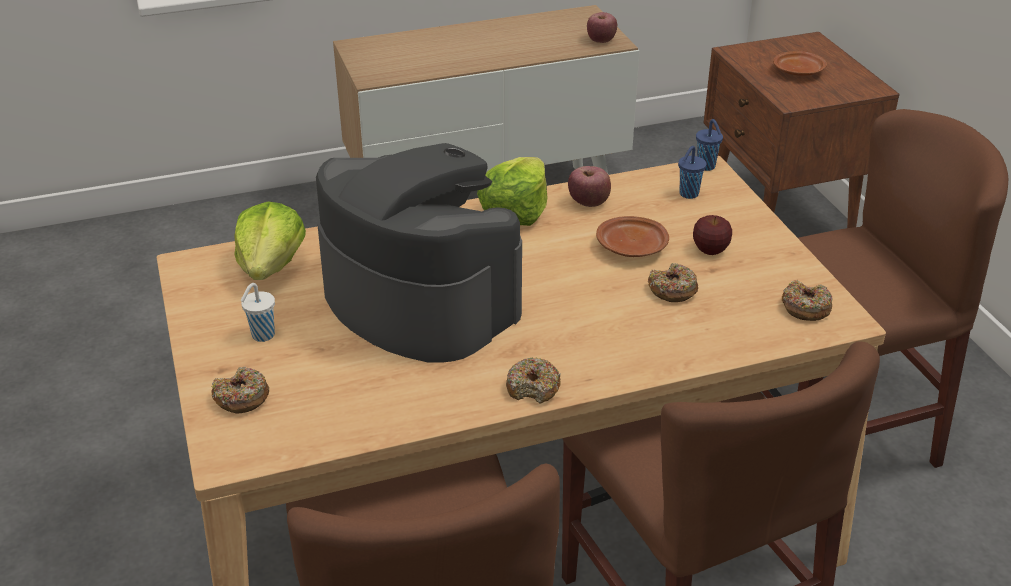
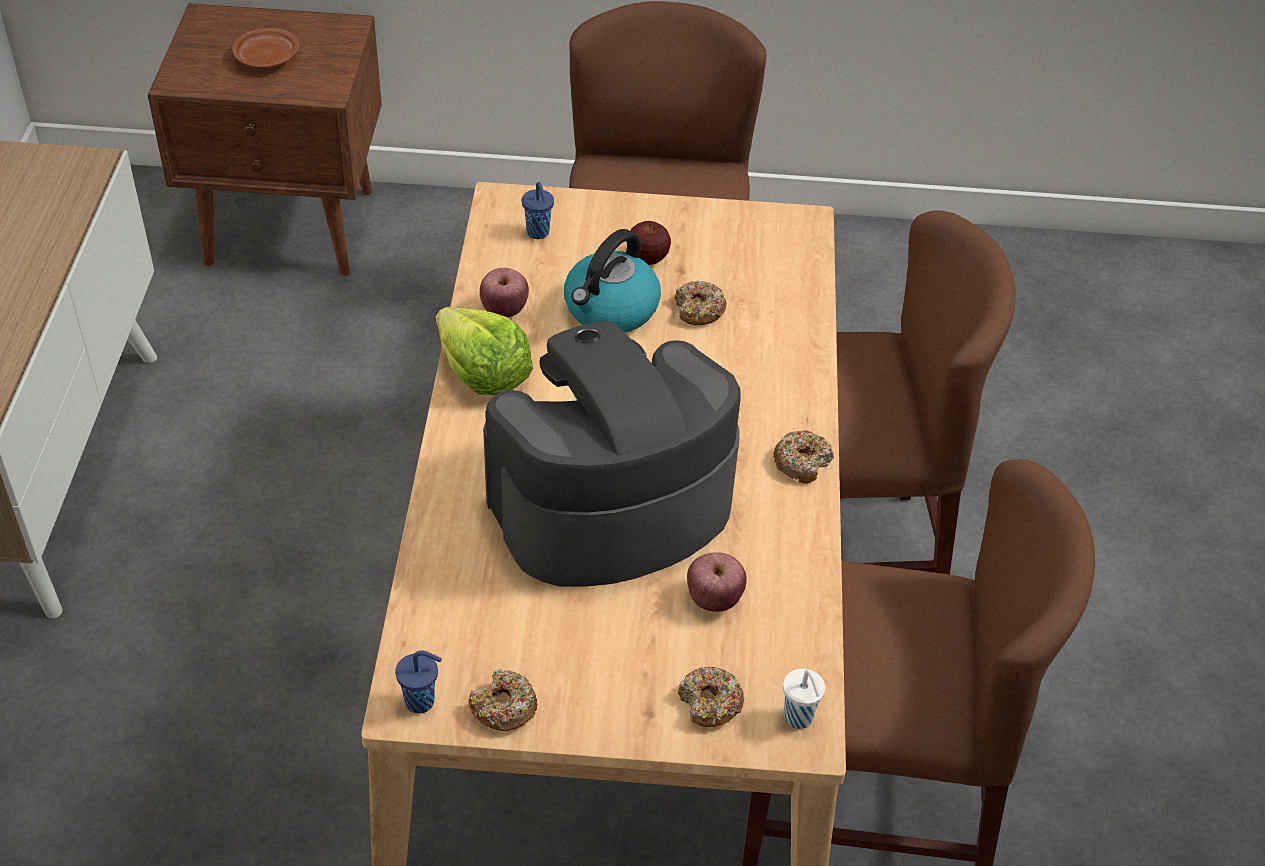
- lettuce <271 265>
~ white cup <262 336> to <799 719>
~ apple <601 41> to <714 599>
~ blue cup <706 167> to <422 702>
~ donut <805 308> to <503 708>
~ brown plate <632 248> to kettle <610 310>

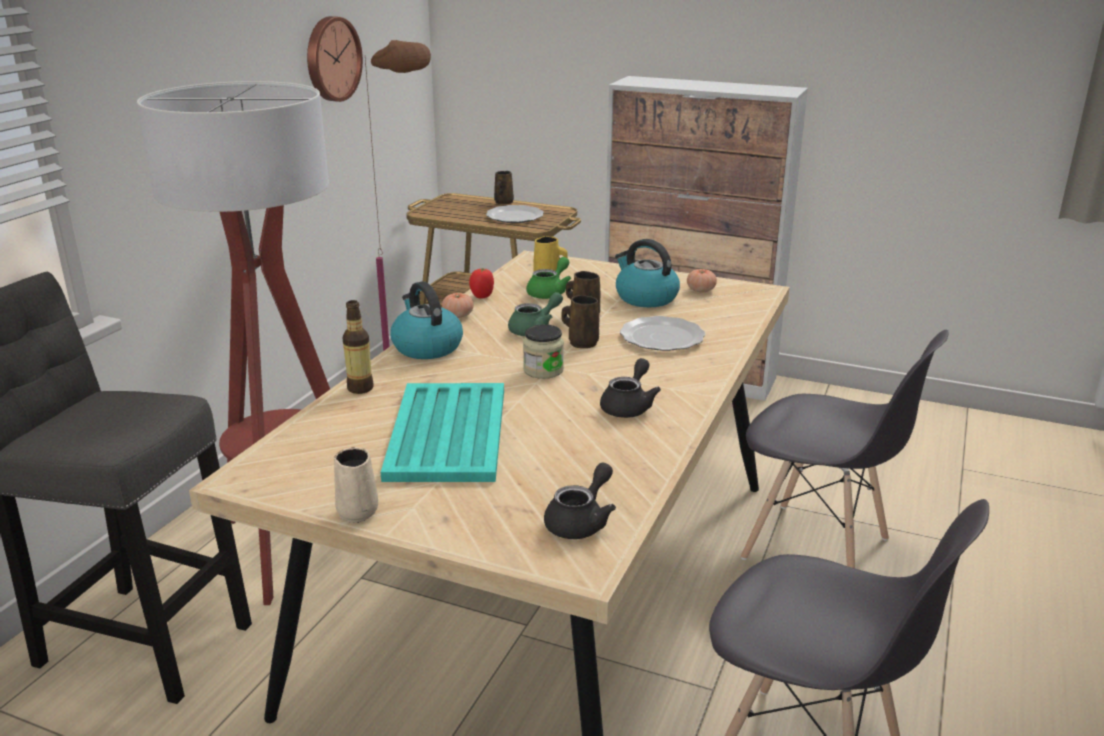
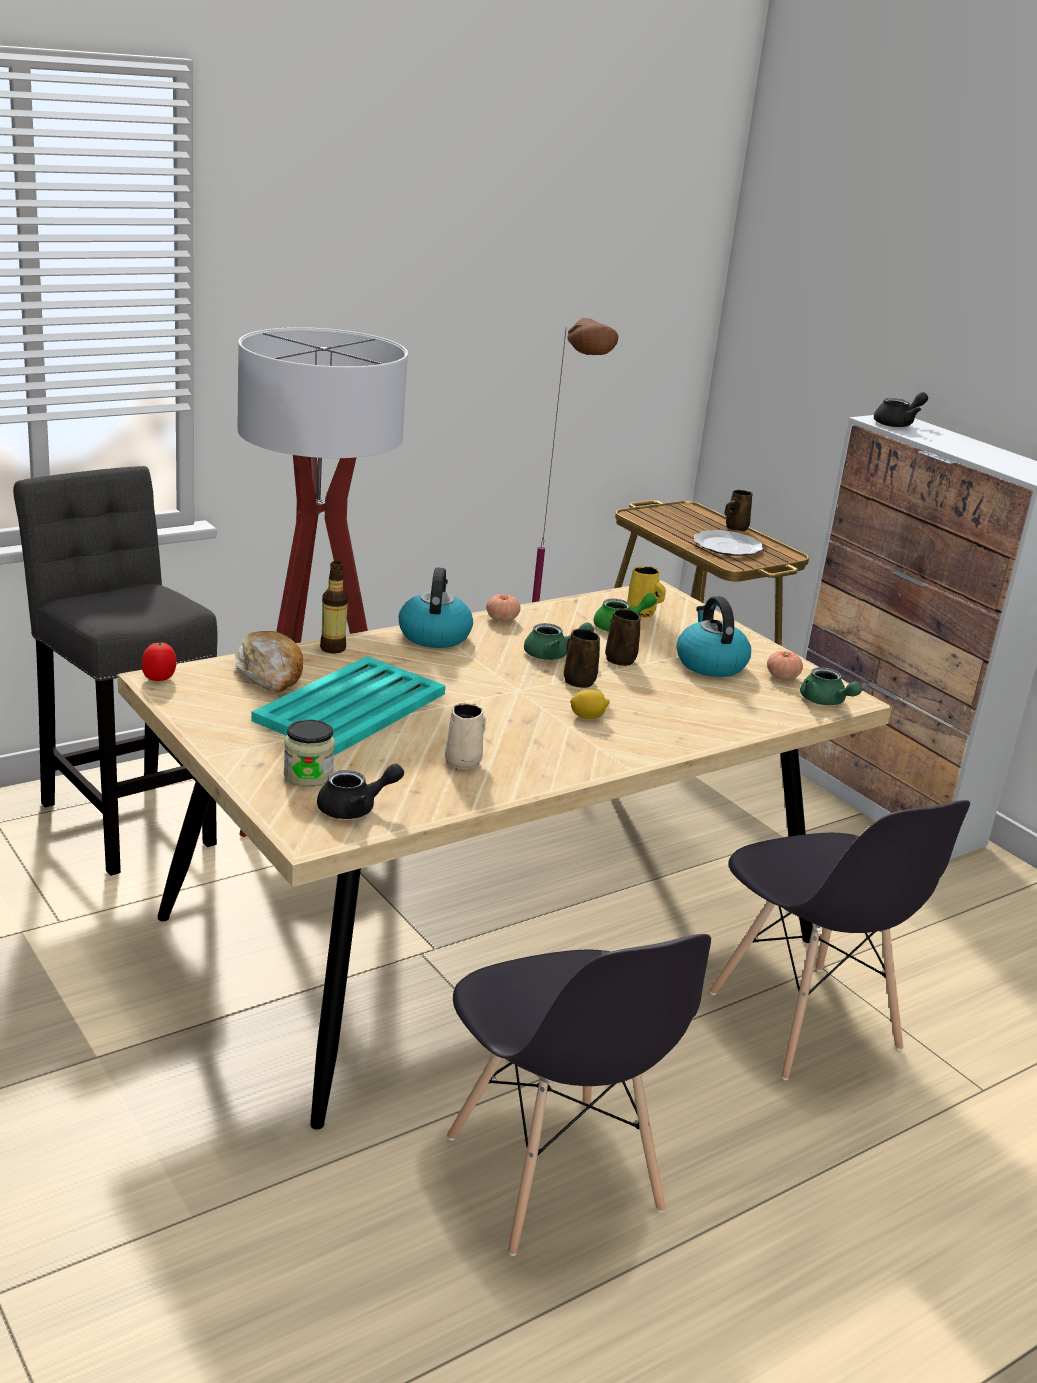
- wall clock <331 59>
- plate <662 337>
+ bread <270 673>
+ lemon <587 717>
+ green teapot <825 702>
~ beige mug <358 511> to <464 761>
~ tomato <482 296> to <159 678>
~ jar <543 370> to <308 775>
~ black teapot <629 406> to <898 424>

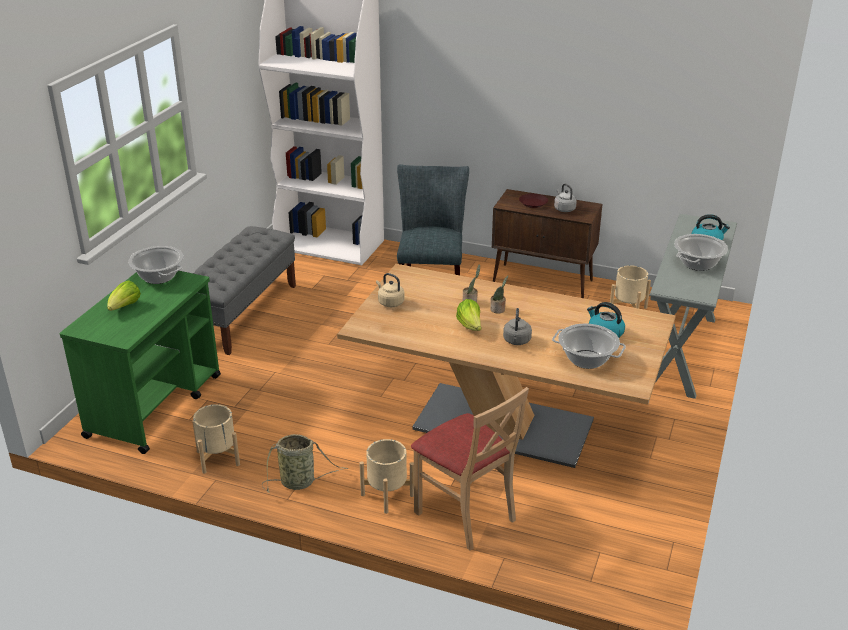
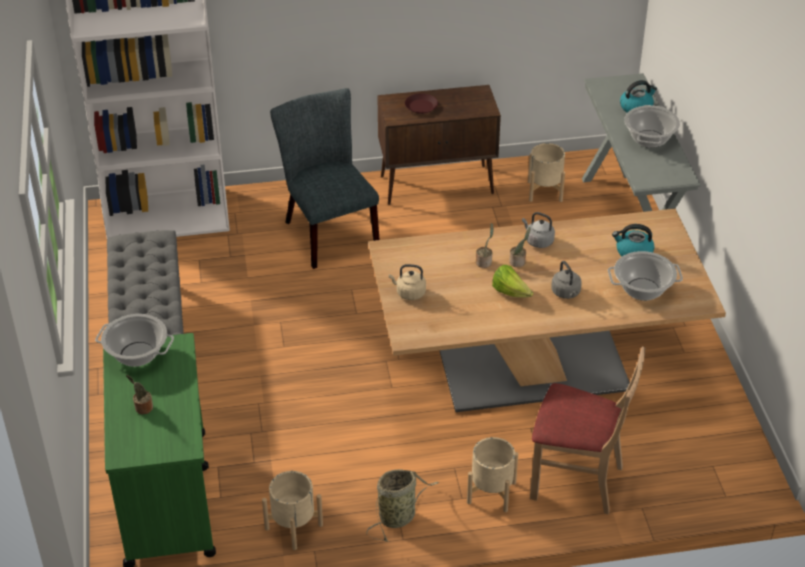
~ grey kettle <564 209> to <538 241>
~ lettuce <125 307> to potted plant <142 408>

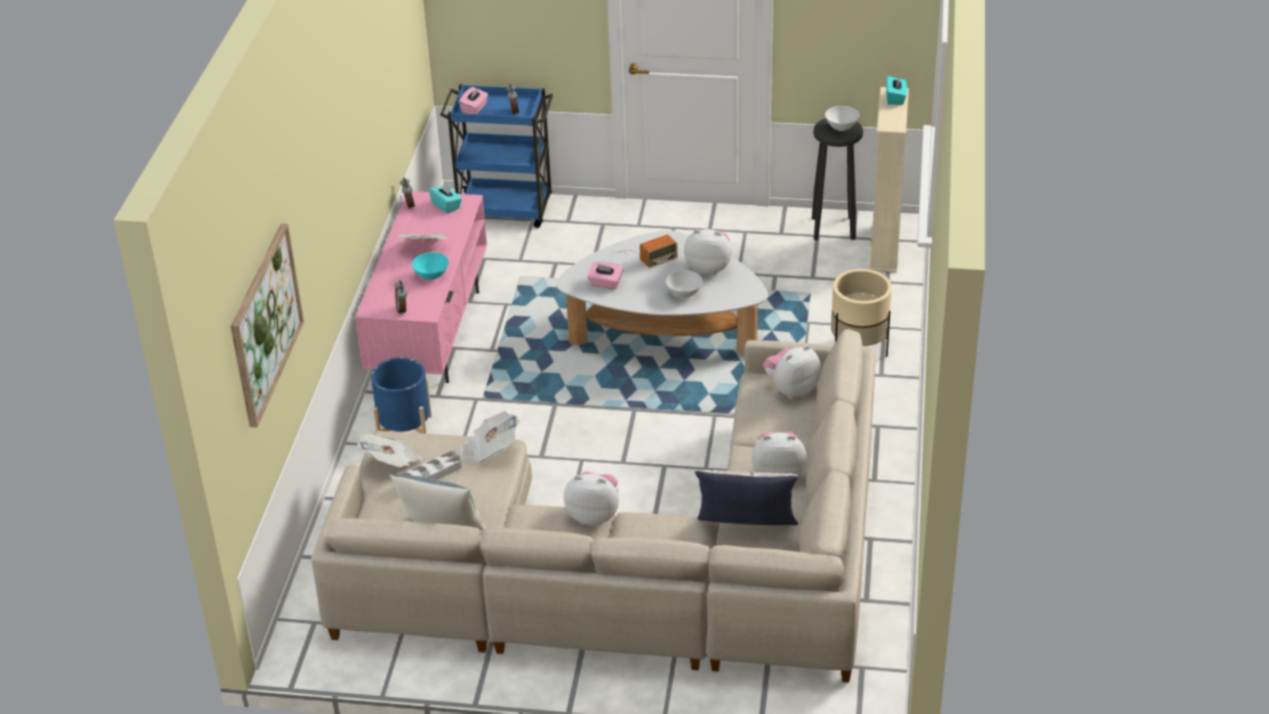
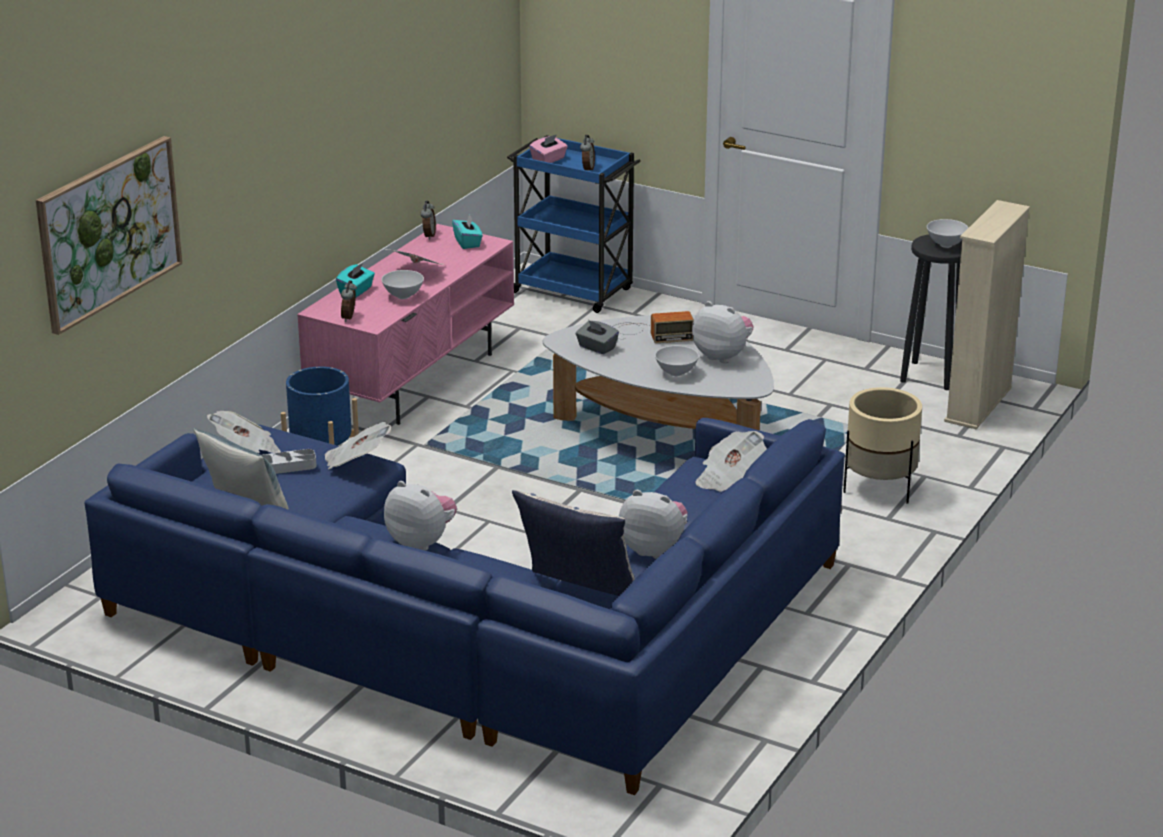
~ turquoise tissue box <895 98> to <356 291>
~ plush toy <791 389> to newspaper <730 479>
~ beige sofa <633 566> to blue sofa <471 627>
~ turquoise bowl <431 276> to white bowl <402 296>
~ pink tissue box <605 284> to grey tissue box <596 348>

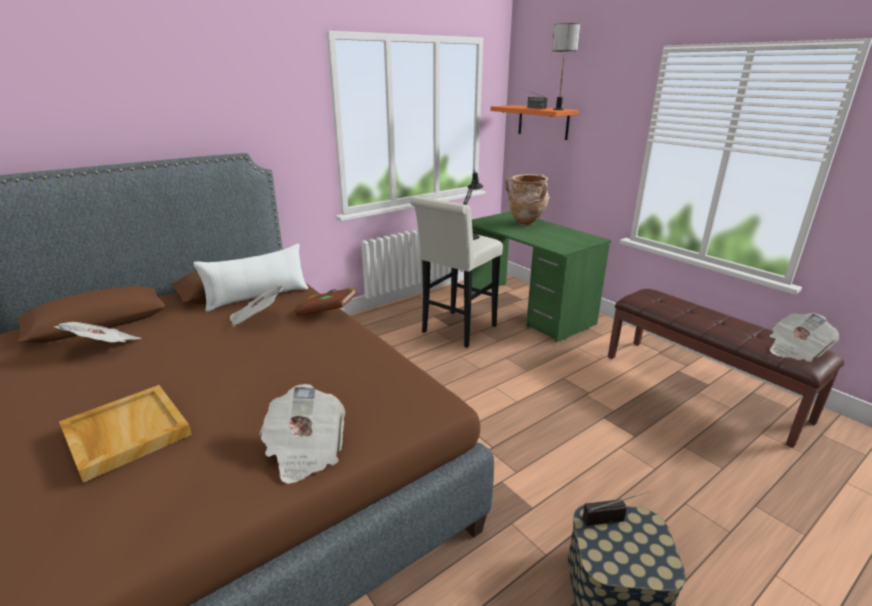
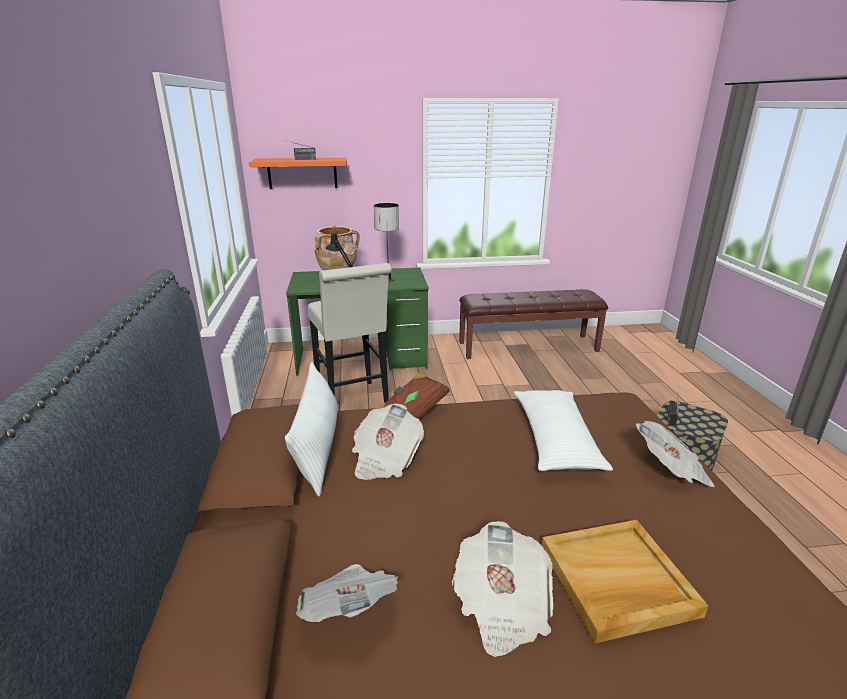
+ white pillow <555 440>
~ table lamp <558 109> to <388 280>
~ newspaper <795 350> to <501 607>

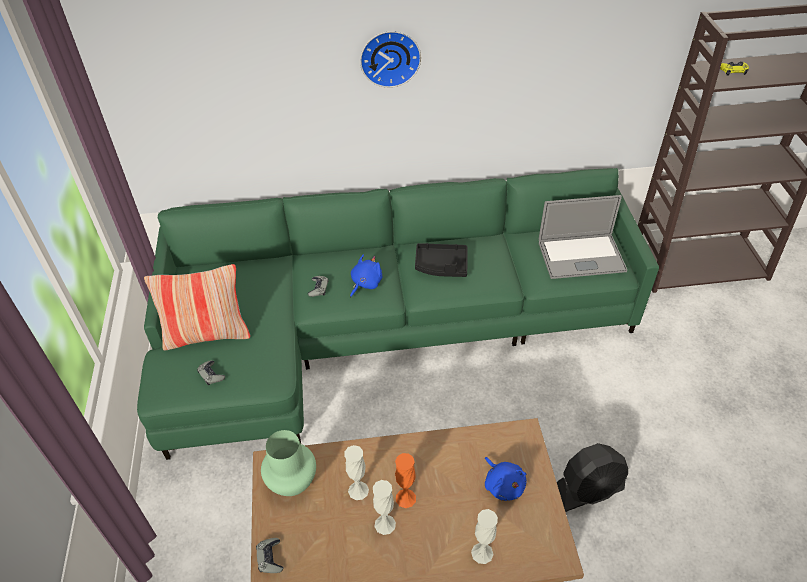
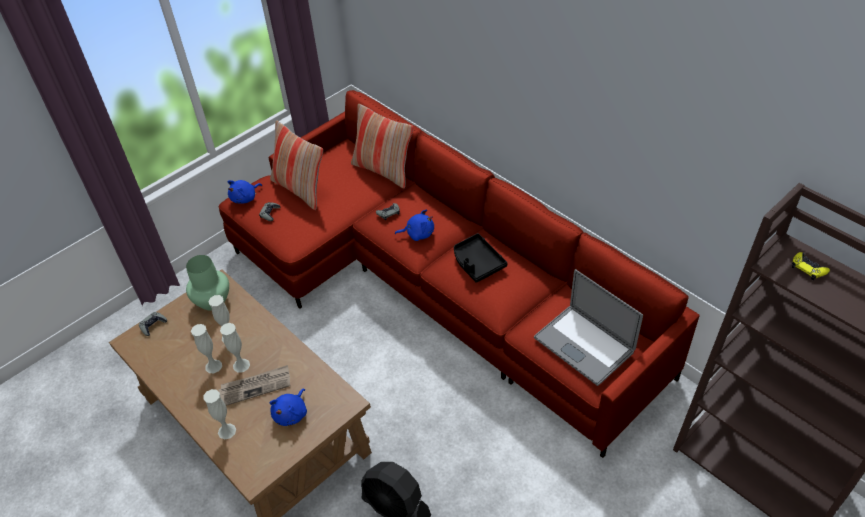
- wall clock <390 57>
+ newspaper <256 386>
+ blue plush toy <245 198>
+ pillow <383 170>
~ green sofa <379 329> to red sofa <436 286>
~ orange vase <405 498> to white vase <241 365>

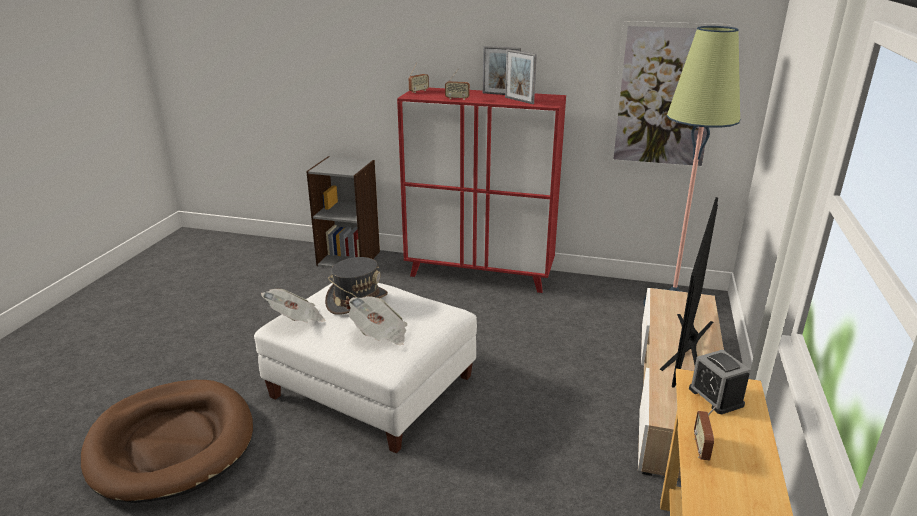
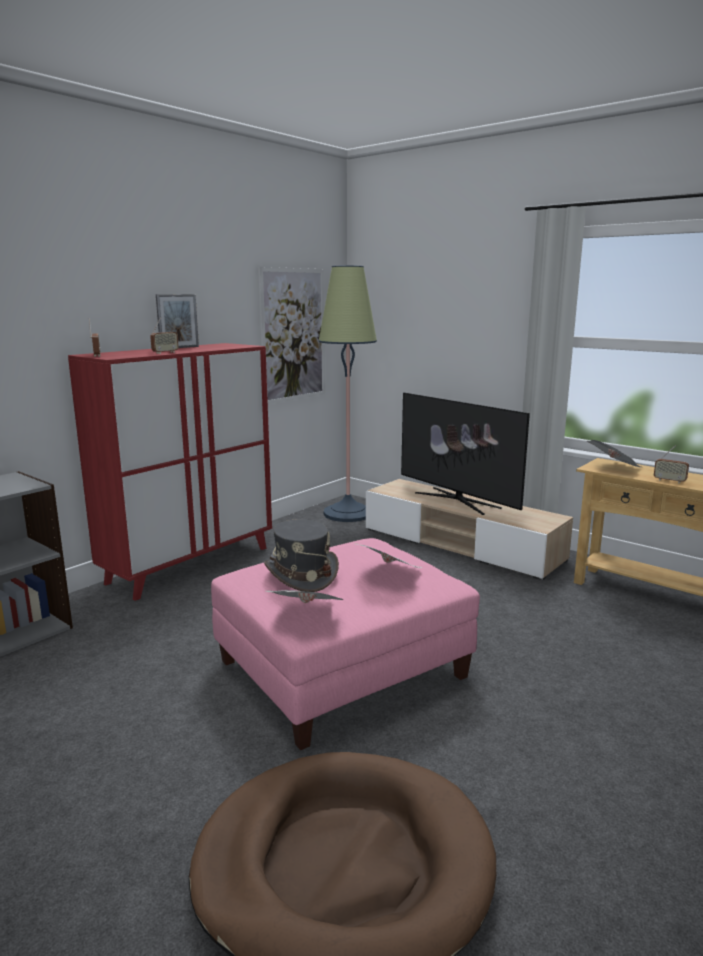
- picture frame <519 100>
~ alarm clock <716 397> to newspaper <614 468>
~ white ottoman <373 386> to pink ottoman <342 669>

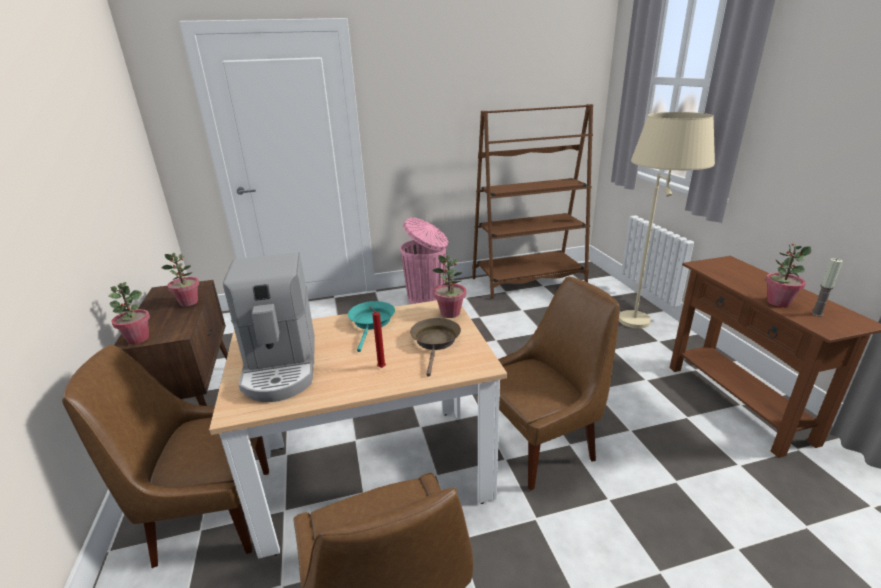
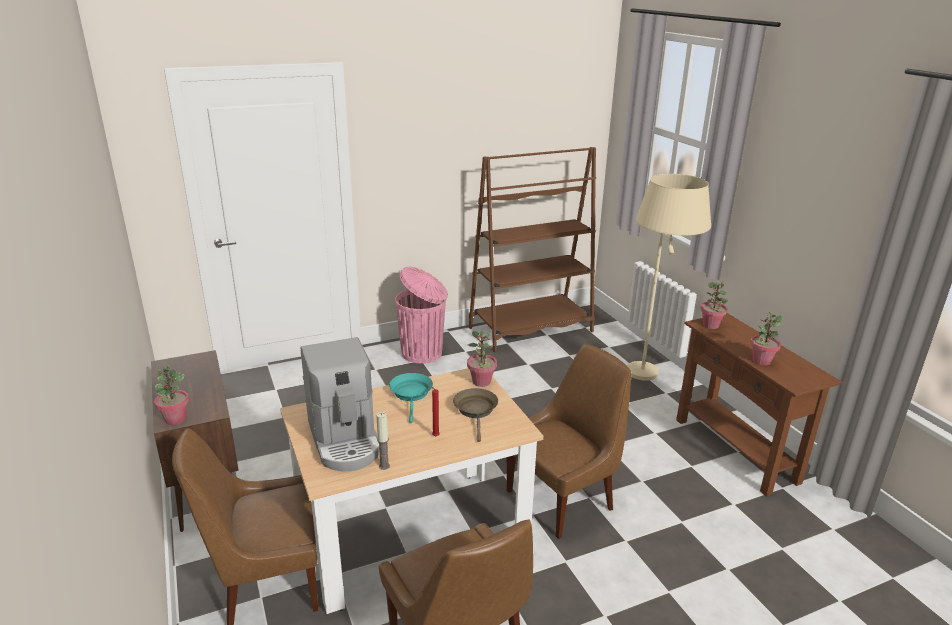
~ potted plant <189 302> to <711 325>
~ candle <817 314> to <384 466>

